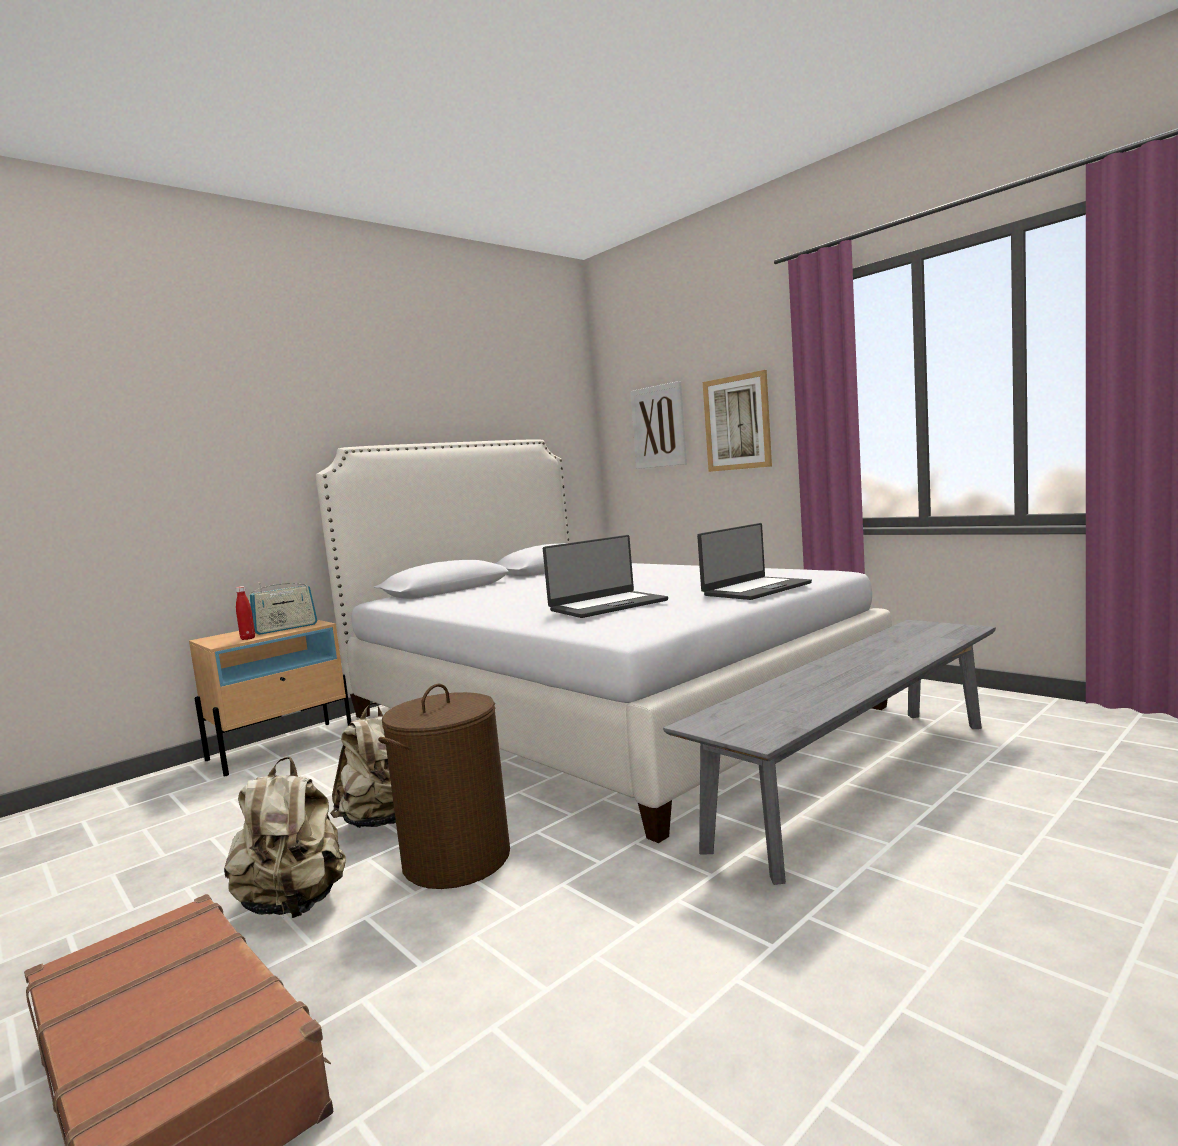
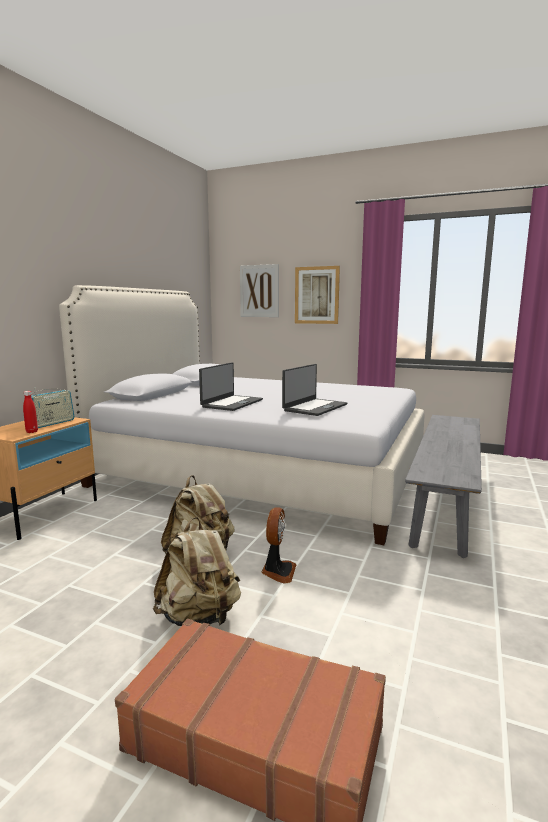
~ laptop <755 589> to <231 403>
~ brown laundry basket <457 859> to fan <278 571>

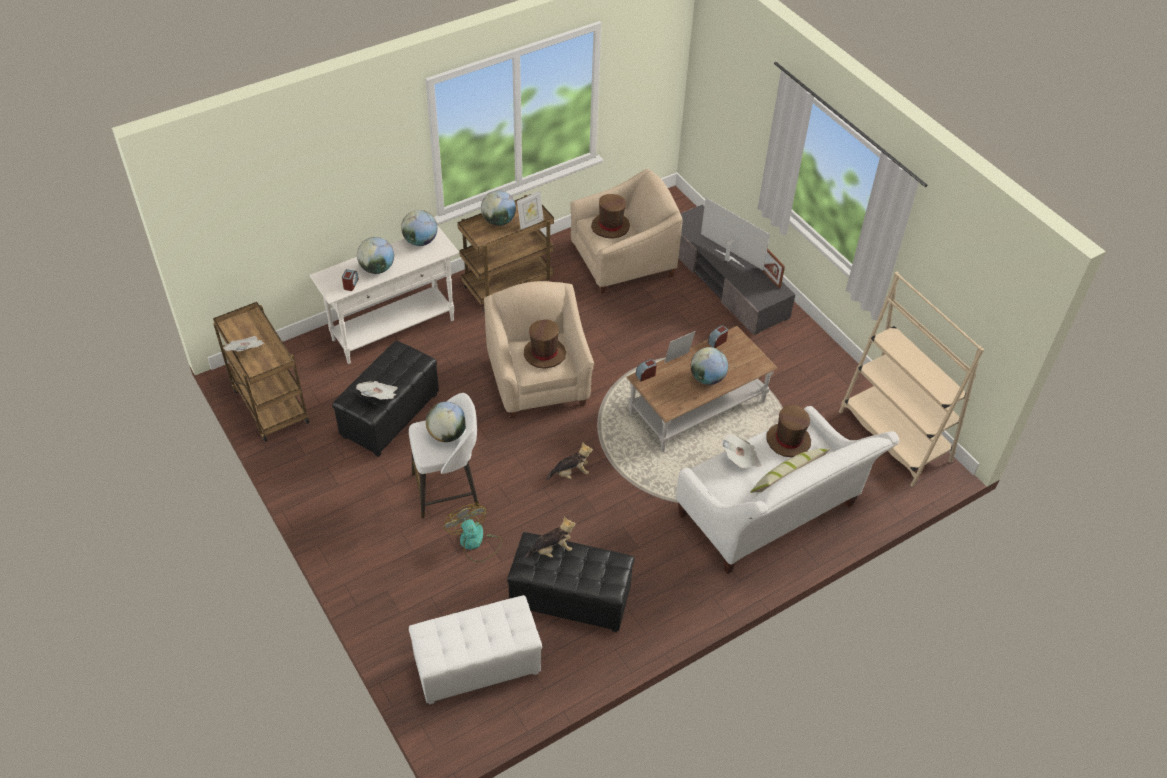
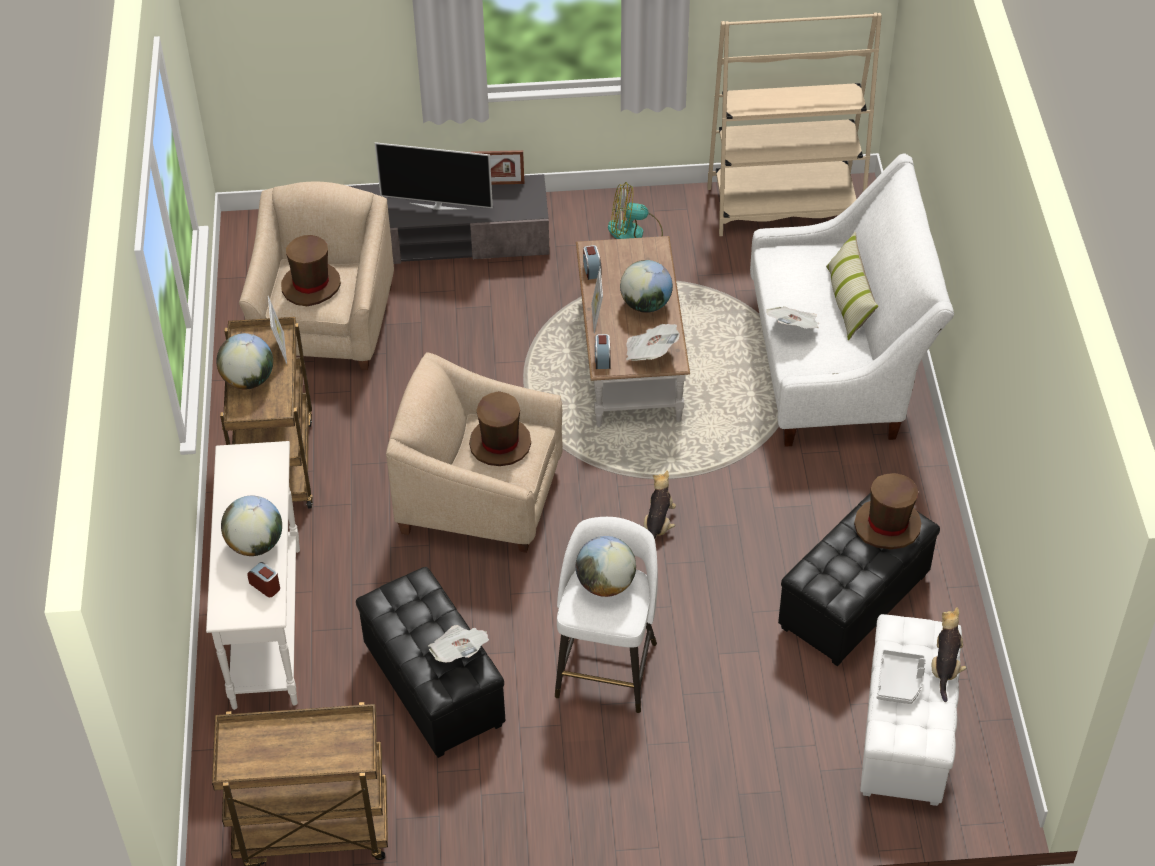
- globe <420 241>
+ grey tray <900 682>
~ newspaper <246 351> to <650 352>
~ fan <475 542> to <634 232>
~ plush toy <552 550> to <945 667>
~ brown hat <788 441> to <887 525>
~ television <728 258> = <438 205> 150 degrees counterclockwise

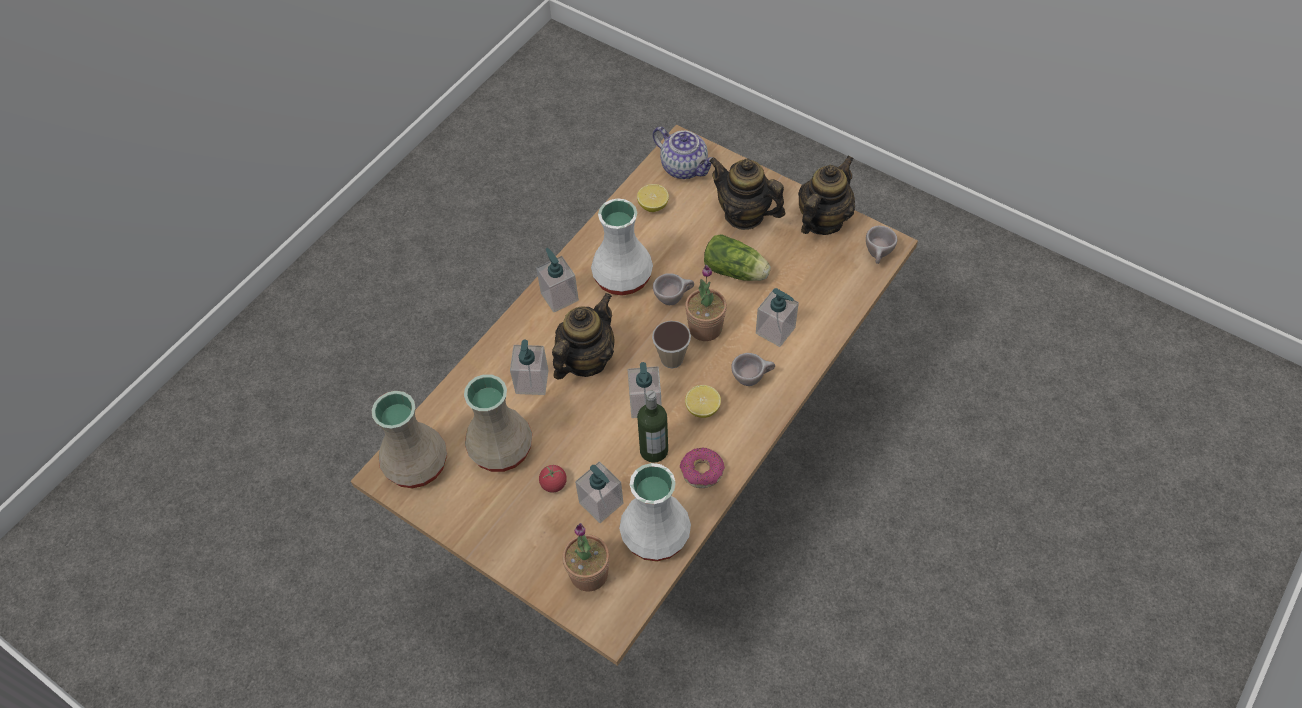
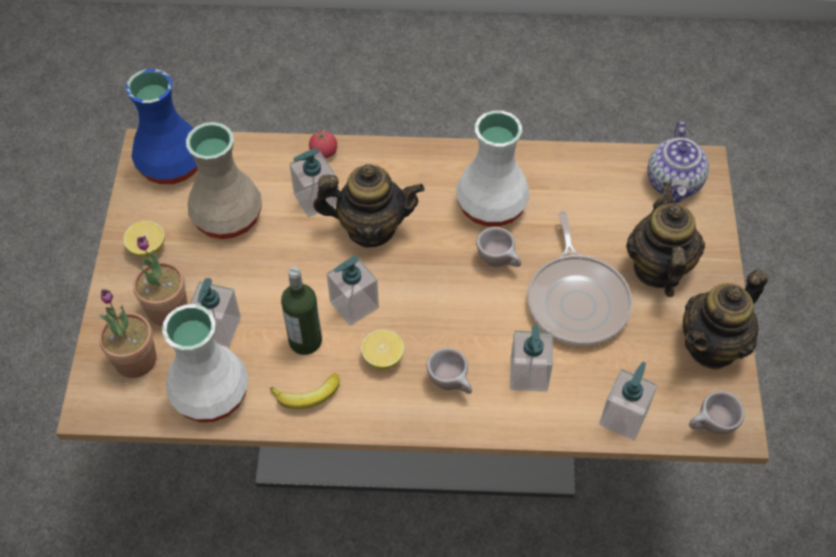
- cup <672 359>
~ soap dispenser <559 296> to <623 417>
~ tomato <553 483> to <323 152>
~ lemon <653 205> to <147 248>
~ potted plant <705 328> to <167 309>
~ donut <702 471> to banana <308 396>
~ lettuce <737 271> to frying pan <577 300>
~ beige vase <415 464> to blue vase <170 163>
~ teapot <822 221> = <713 346> 135 degrees clockwise

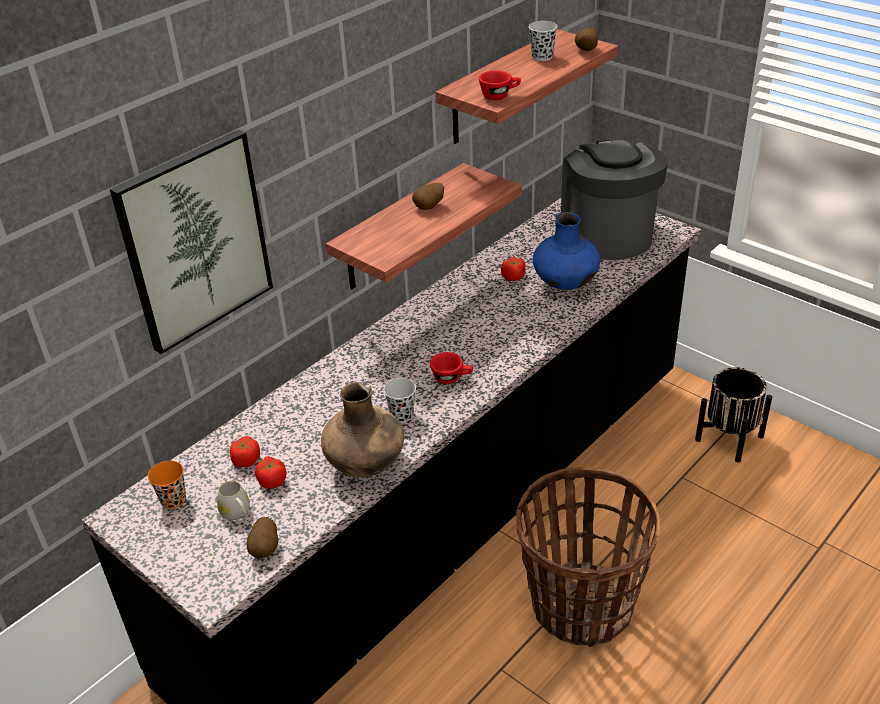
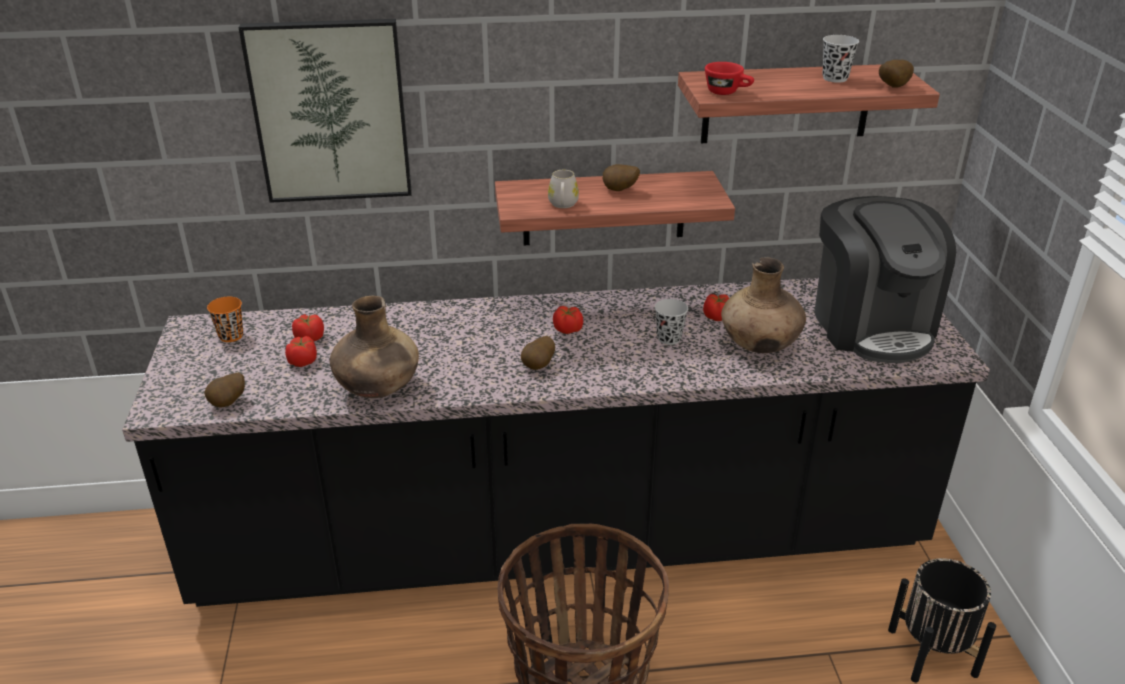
+ tomato <568 329>
~ white mug <237 514> to <563 205>
~ black cup <402 415> to <669 338>
~ red cup <452 378> to potato <539 366>
~ blue vase <565 283> to brown vase <760 345>
~ coffee machine <607 233> = <871 325> 135 degrees clockwise

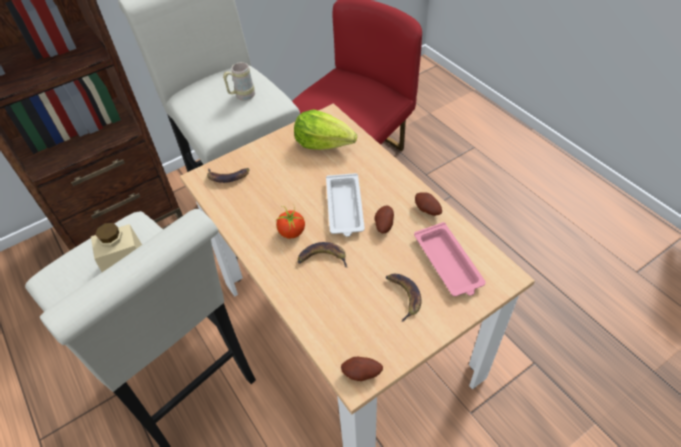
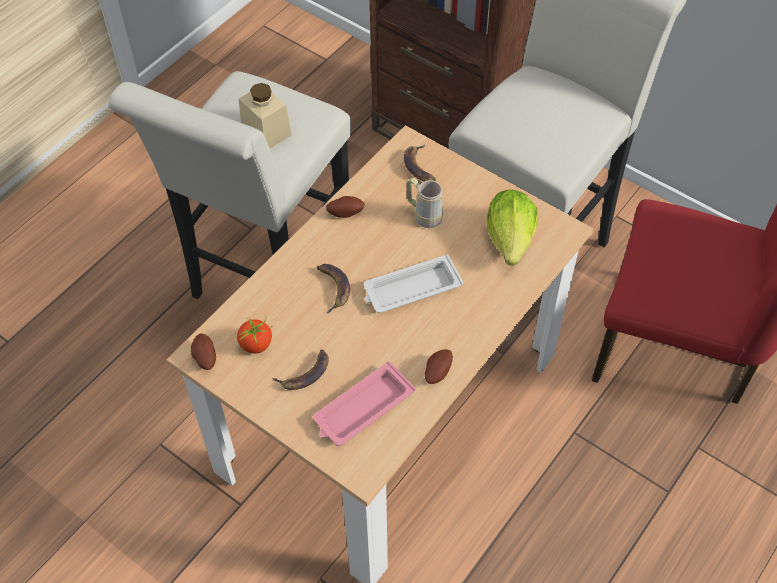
~ beige mug <241 96> to <423 215>
~ tomato <291 232> to <256 344>
~ potato <383 225> to <345 212>

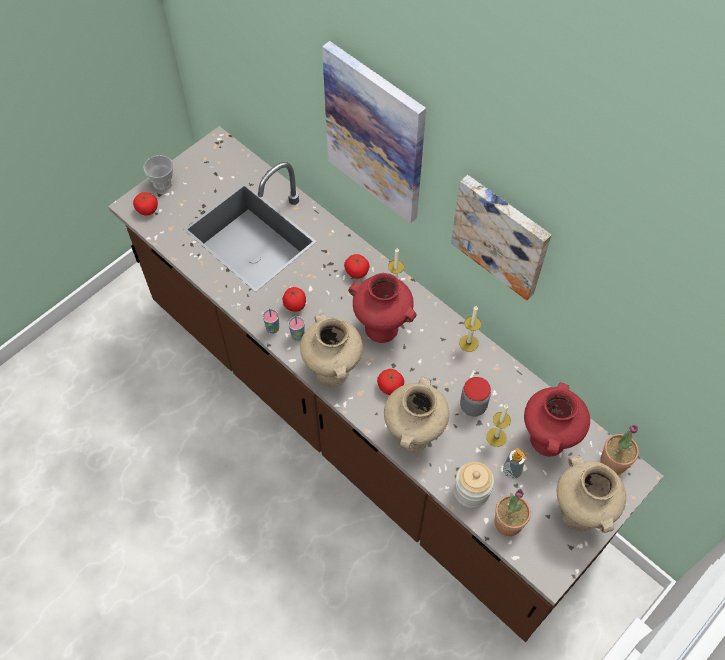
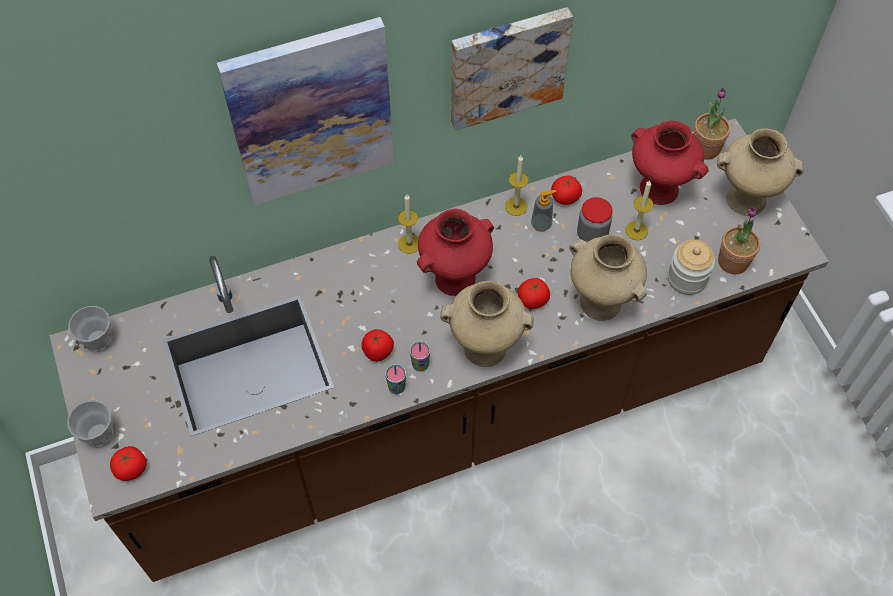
+ cup <98 340>
~ tomato <356 272> to <565 197>
~ soap dispenser <512 471> to <541 224>

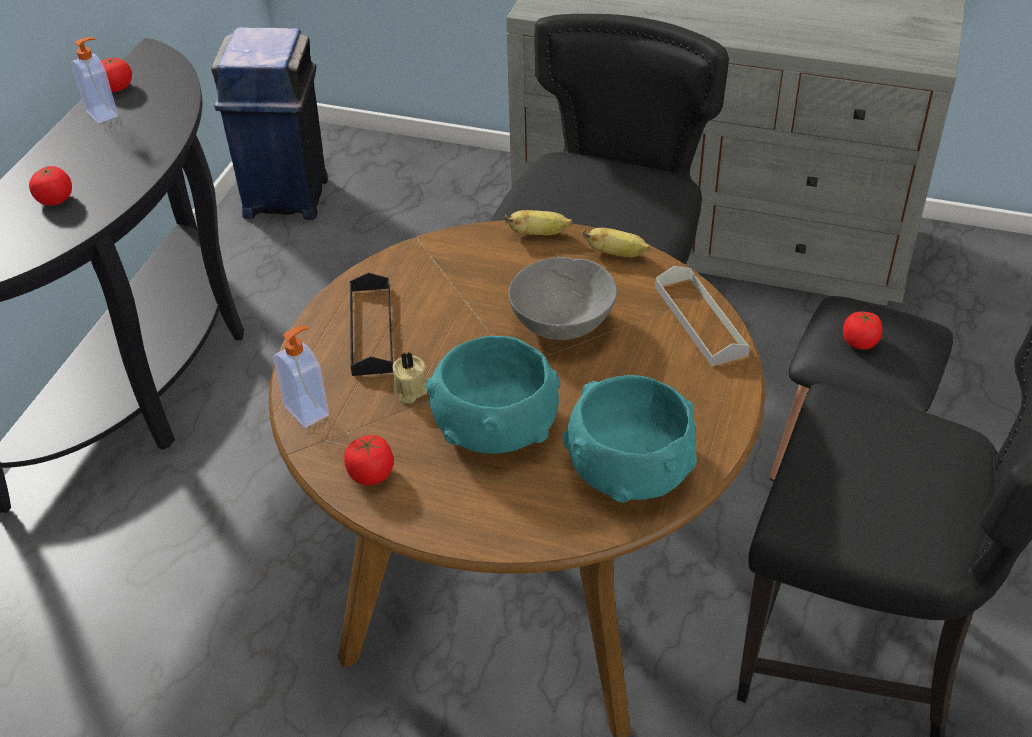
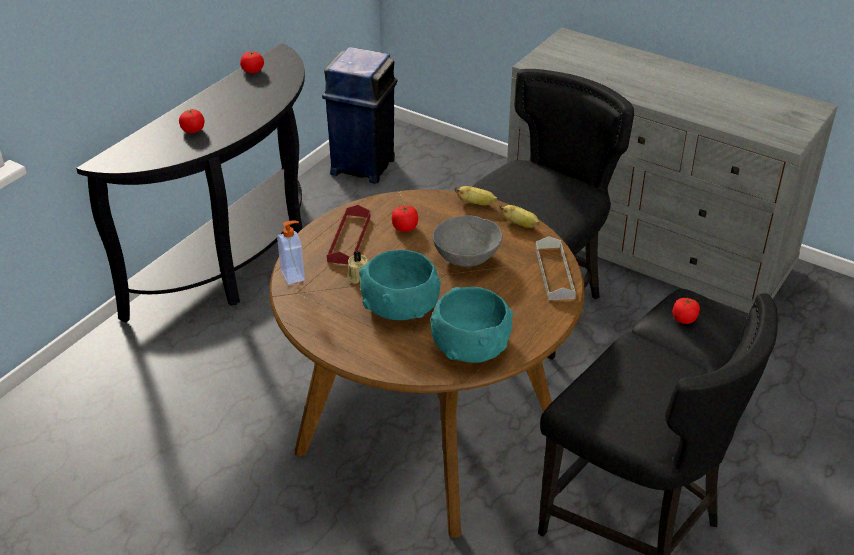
- soap dispenser <103 113>
~ tomato <371 474> to <405 228>
~ black tray <371 330> to red tray <349 239>

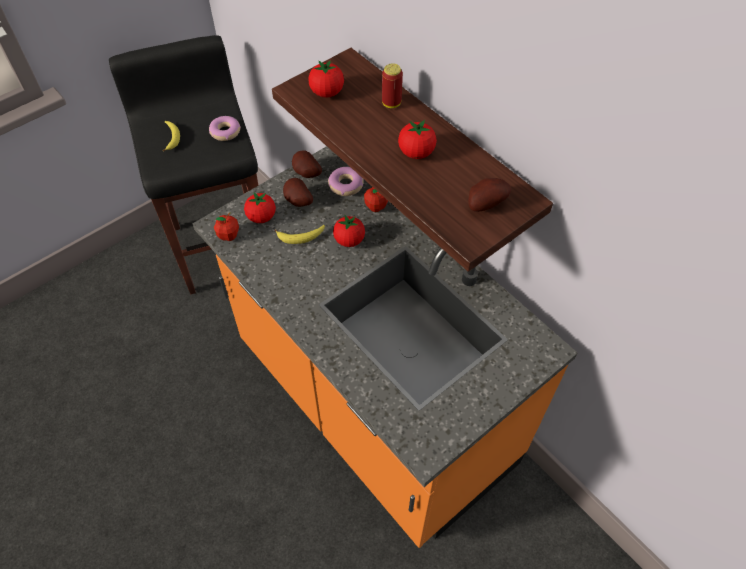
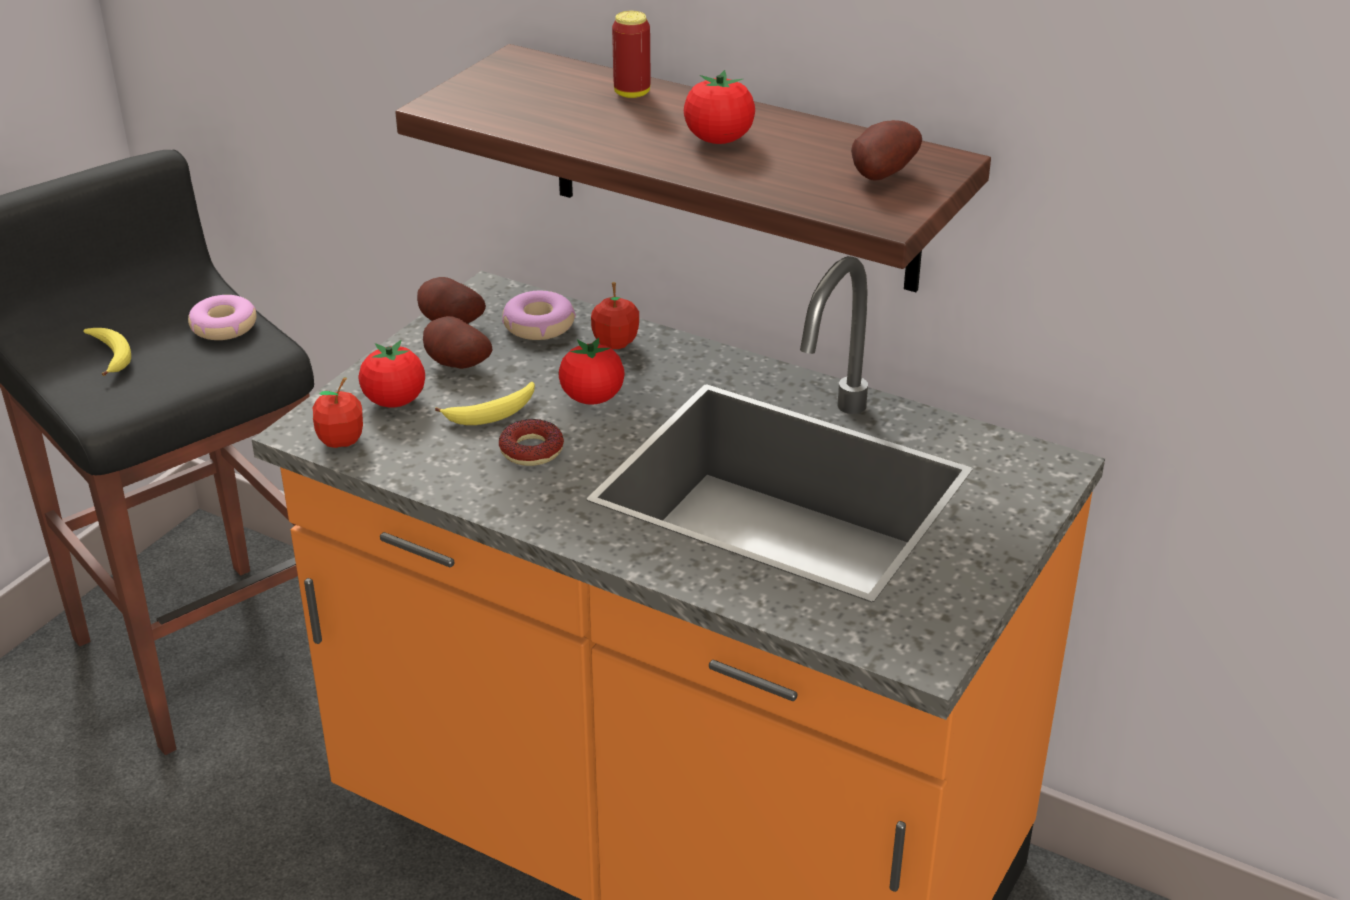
- tomato <327 92>
+ donut <531 450>

